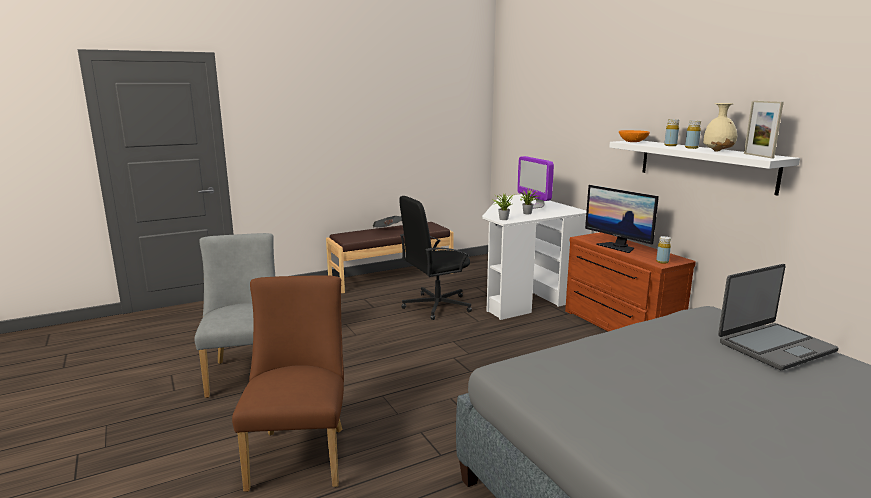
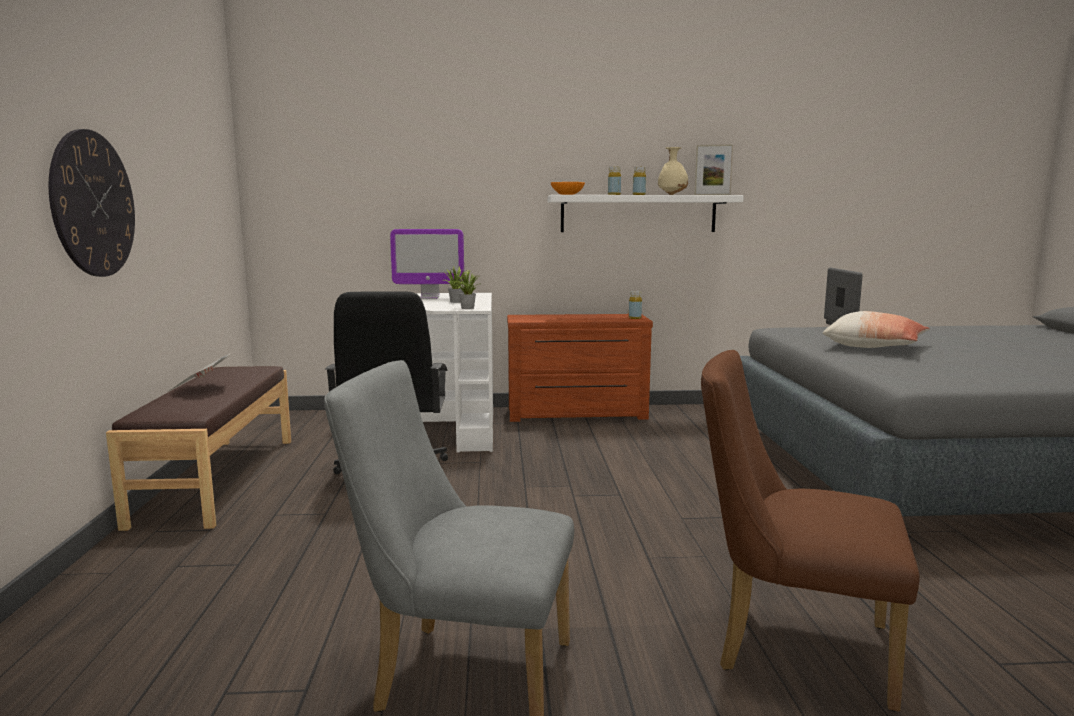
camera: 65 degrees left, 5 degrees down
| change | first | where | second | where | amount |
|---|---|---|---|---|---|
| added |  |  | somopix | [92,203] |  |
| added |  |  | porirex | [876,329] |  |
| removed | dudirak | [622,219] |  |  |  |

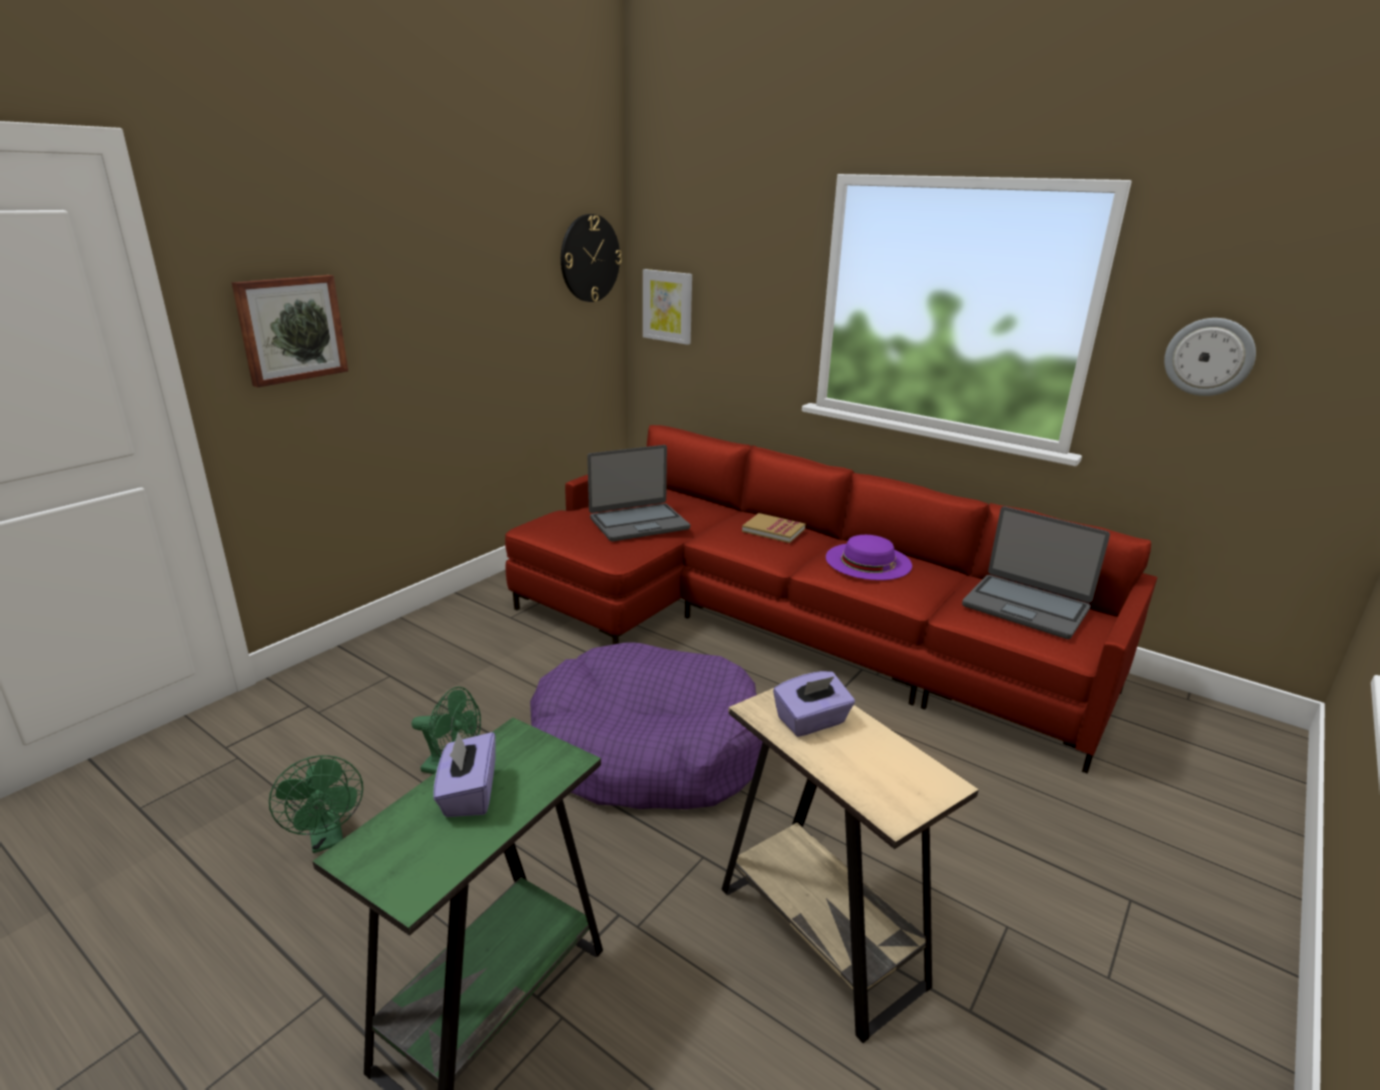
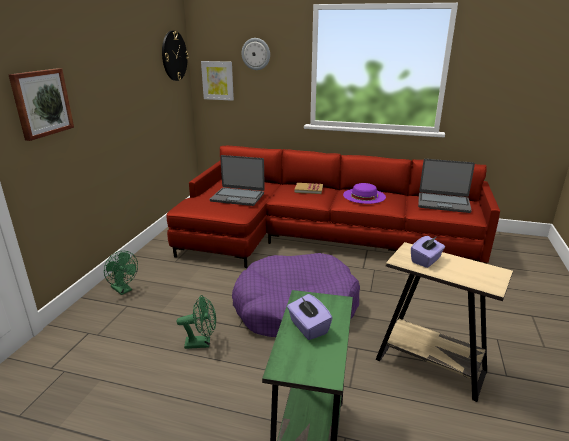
camera: 20 degrees left, 0 degrees up
| change | first | where | second | where | amount |
|---|---|---|---|---|---|
| moved | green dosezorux | [316,804] |  | [121,273] |  |
| turned | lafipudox | [638,493] |  | [237,180] | 60 degrees clockwise |
| moved | somopix | [1210,357] |  | [256,54] |  |

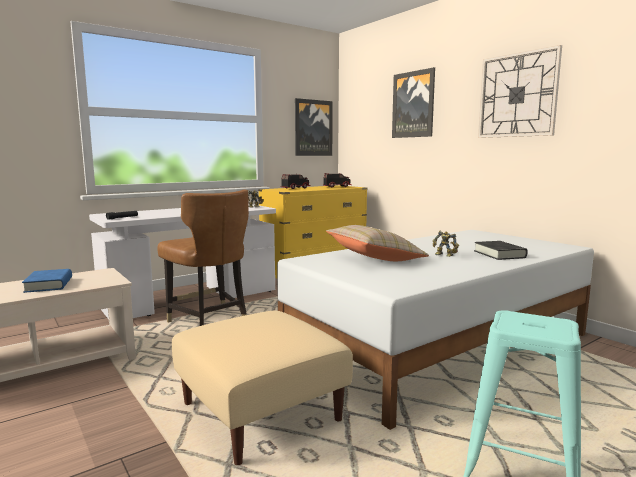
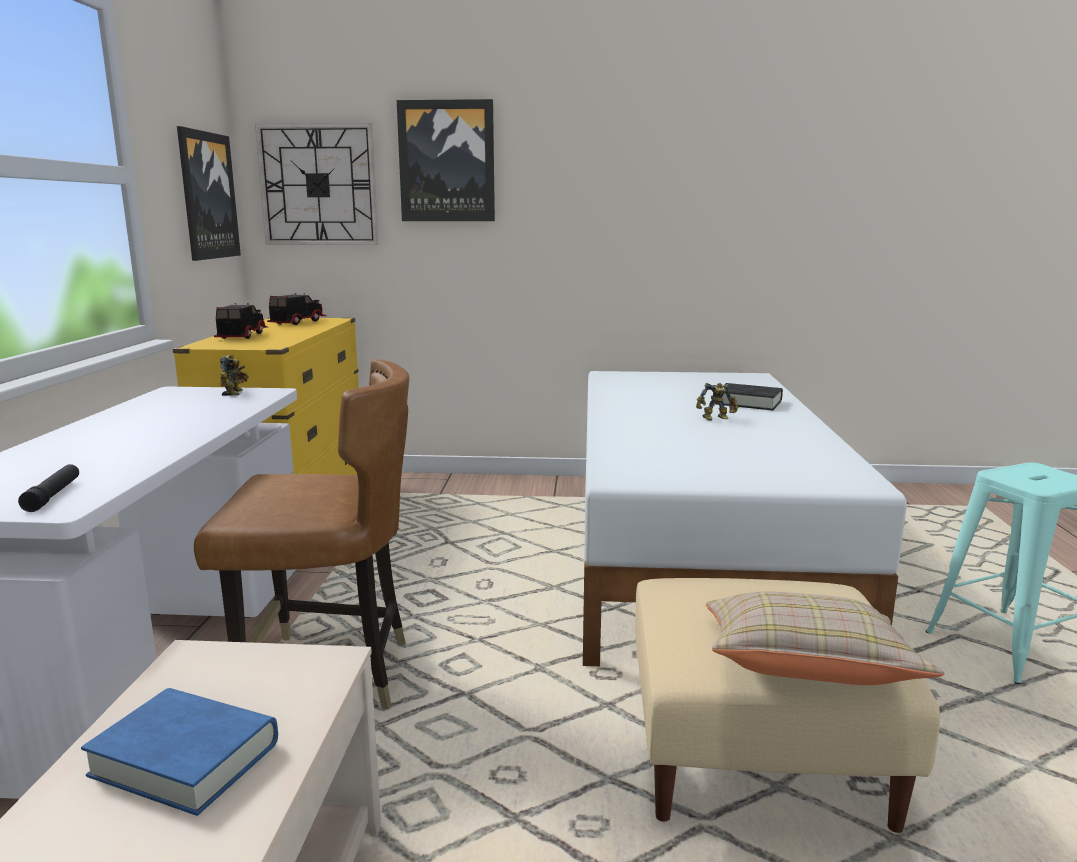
camera: 50 degrees left, 5 degrees up
| change | first | where | second | where | amount |
|---|---|---|---|---|---|
| moved | somopix | [520,91] |  | [317,184] |  |
| moved | beige porirex | [377,243] |  | [824,638] |  |

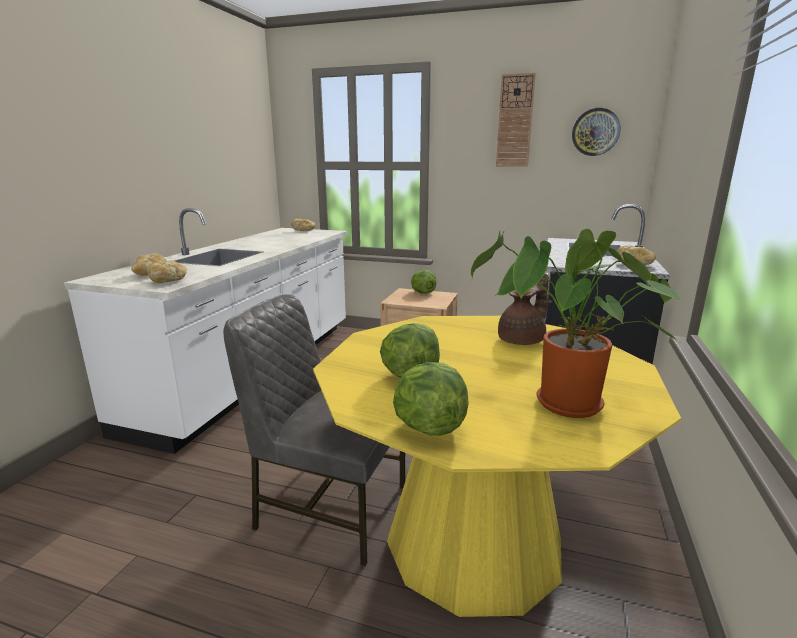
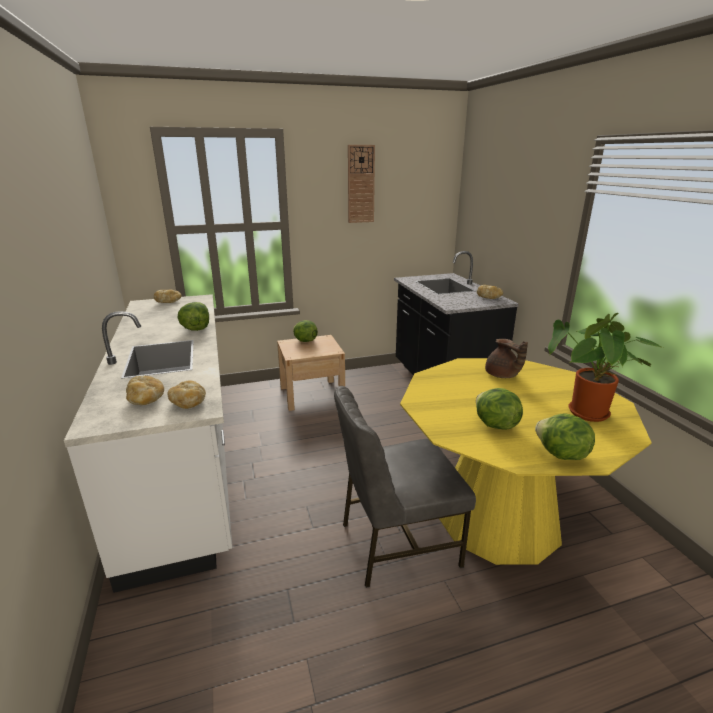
camera: 35 degrees left, 5 degrees up
| change | first | where | second | where | amount |
|---|---|---|---|---|---|
| added |  |  | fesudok | [193,316] |  |
| turned | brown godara | [523,309] |  | [506,358] | 135 degrees clockwise |
| removed | somopix | [596,132] |  |  |  |

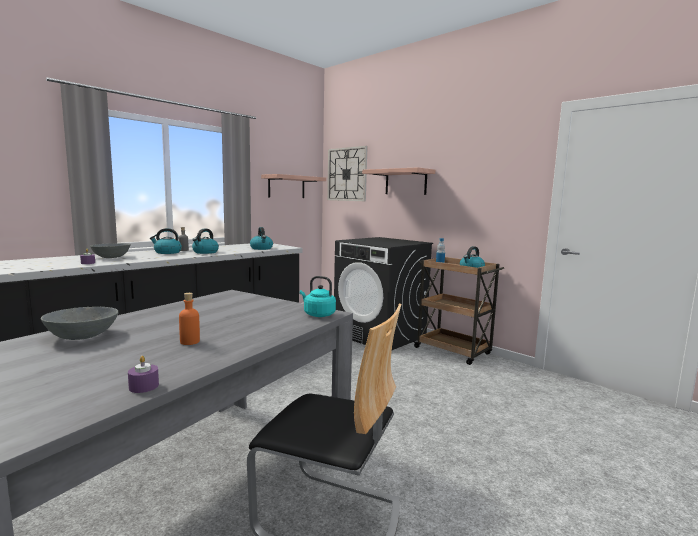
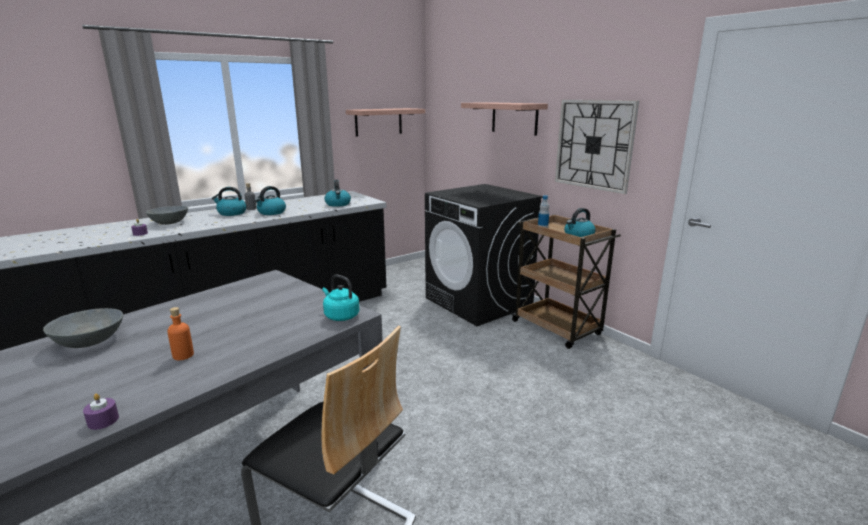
camera: 10 degrees right, 10 degrees up
| change | first | where | second | where | amount |
|---|---|---|---|---|---|
| moved | somopix | [347,173] |  | [597,147] |  |

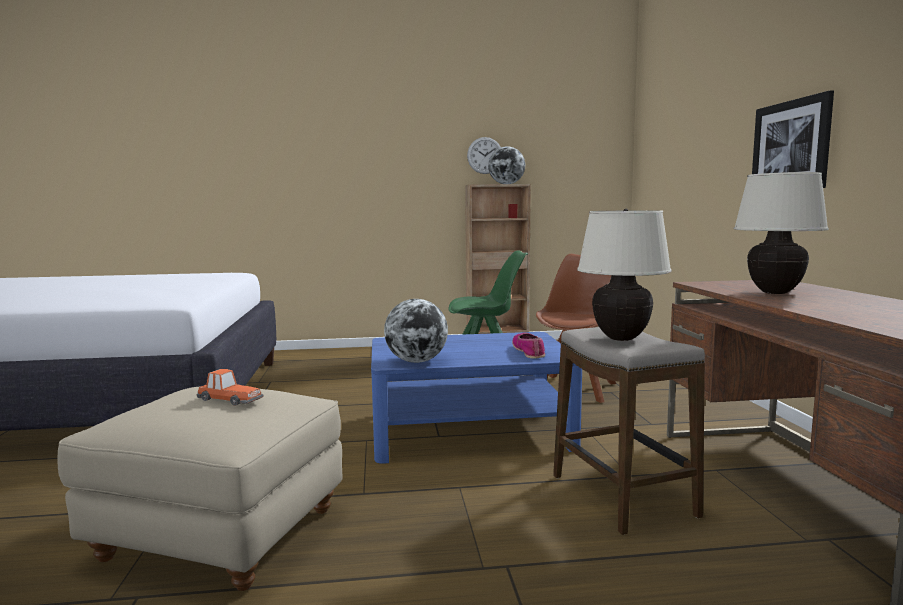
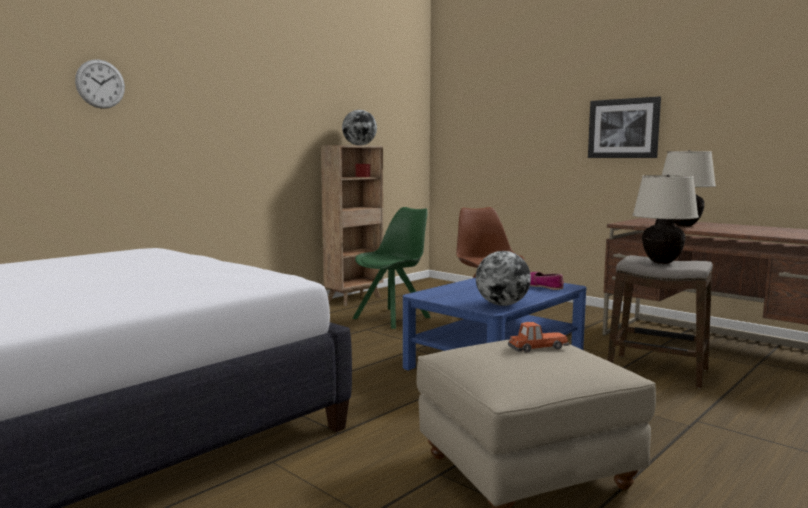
camera: 40 degrees left, 0 degrees up
| change | first | where | second | where | amount |
|---|---|---|---|---|---|
| moved | somopix | [484,155] |  | [100,84] |  |

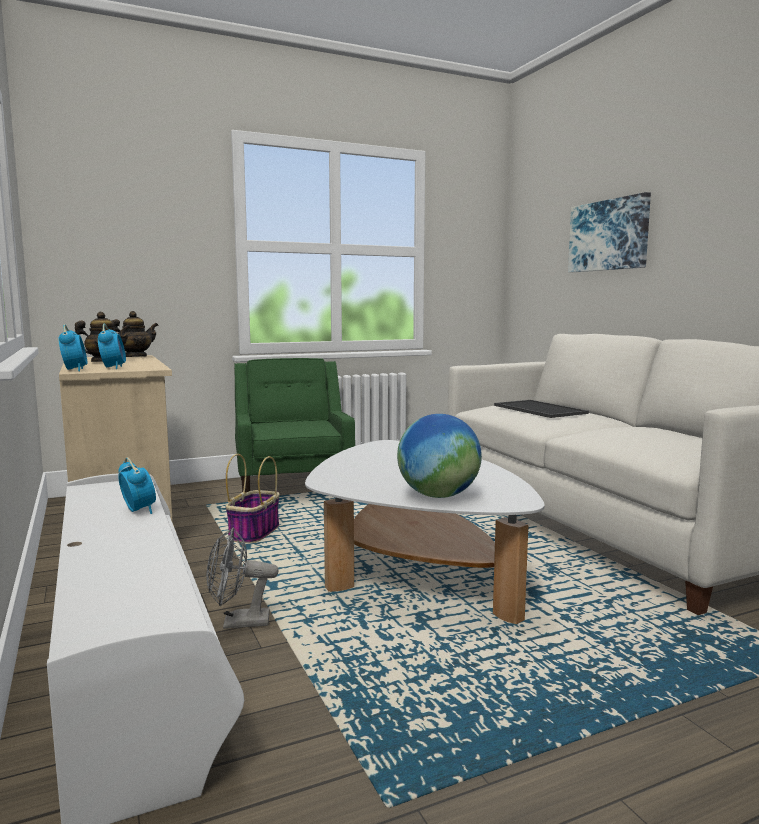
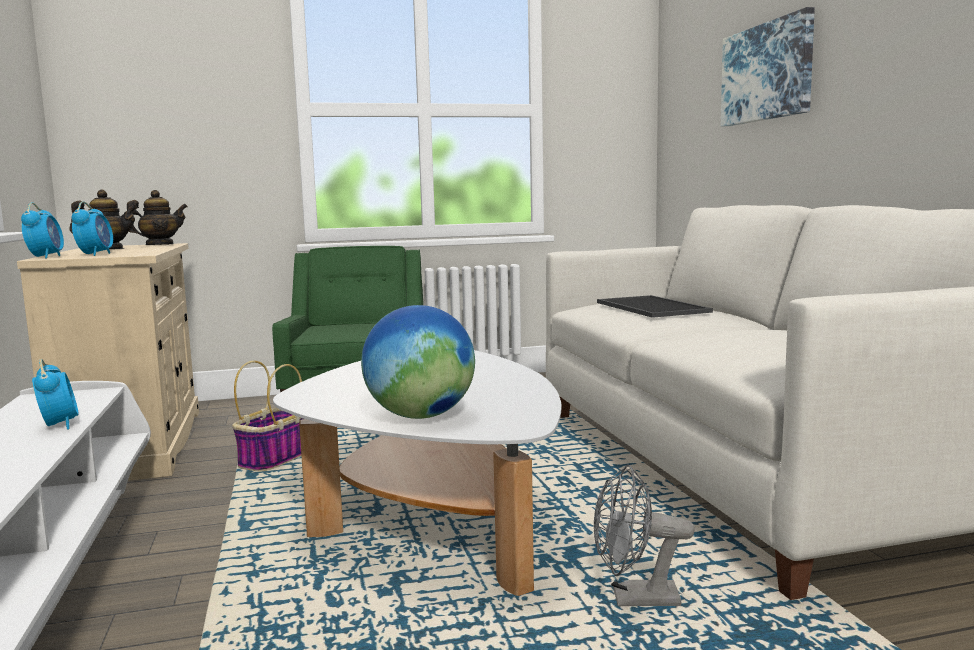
camera: 10 degrees right, 0 degrees up
| change | first | where | second | where | amount |
|---|---|---|---|---|---|
| moved | grey dosezorux | [242,578] |  | [644,535] |  |

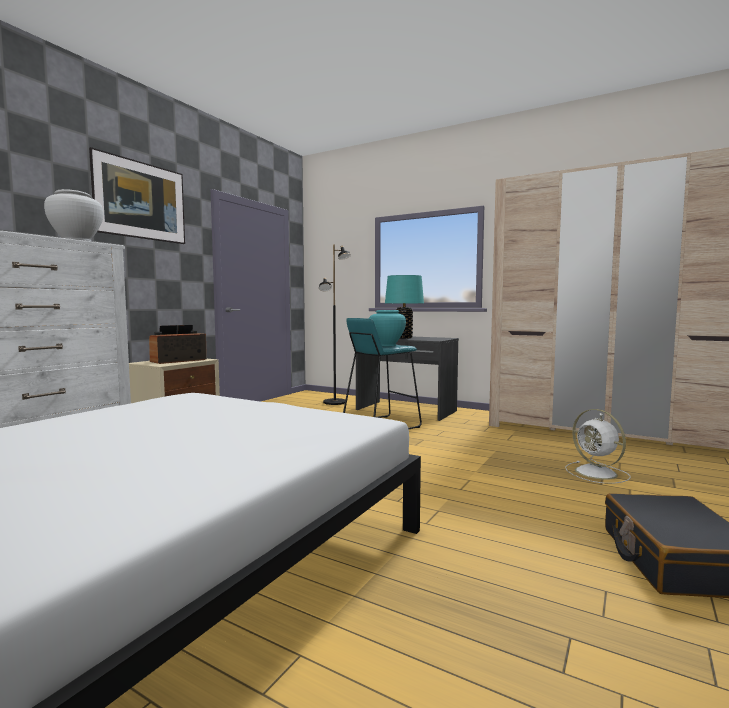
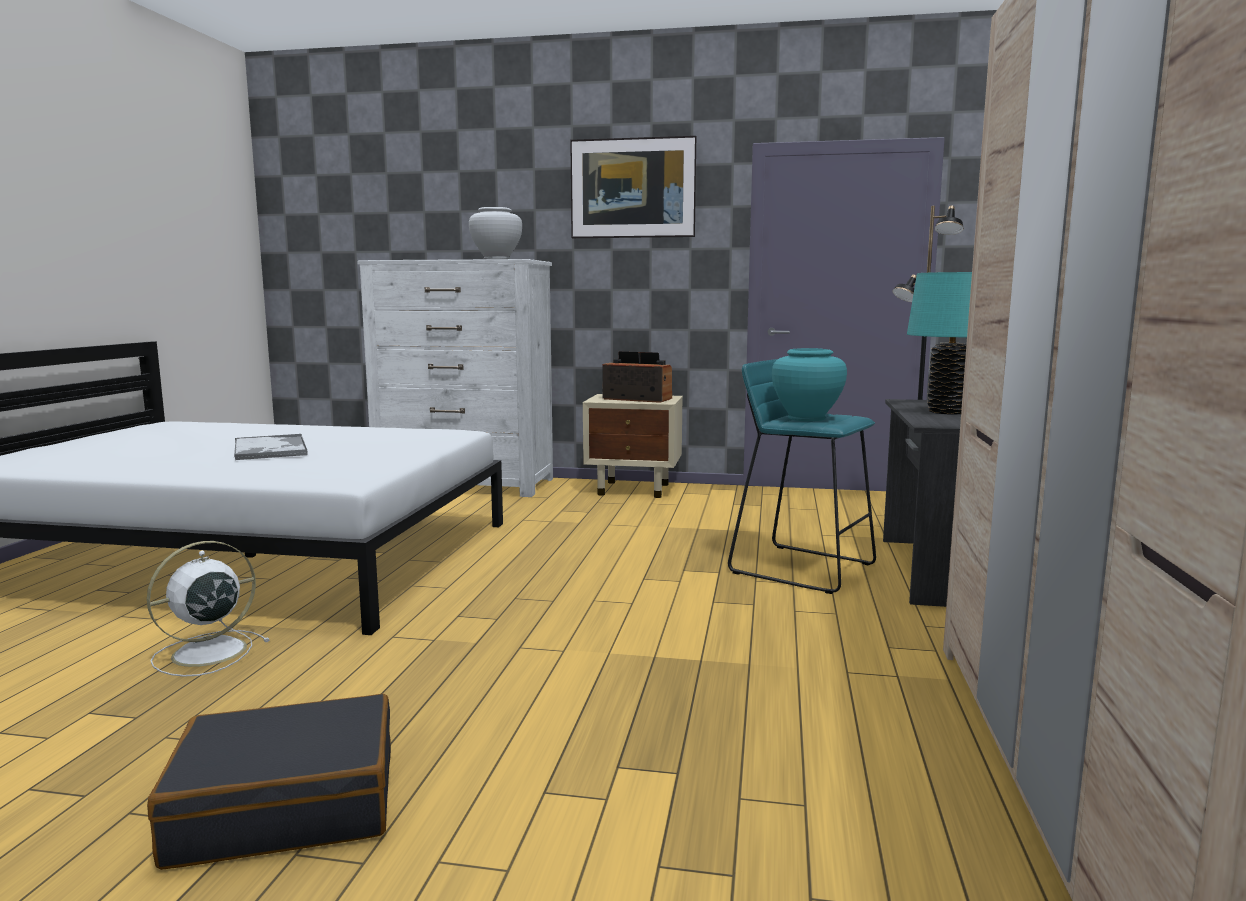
camera: 70 degrees right, 5 degrees up
| change | first | where | second | where | amount |
|---|---|---|---|---|---|
| moved | white dosezorux | [598,446] |  | [208,609] |  |
| added |  |  | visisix | [271,447] |  |

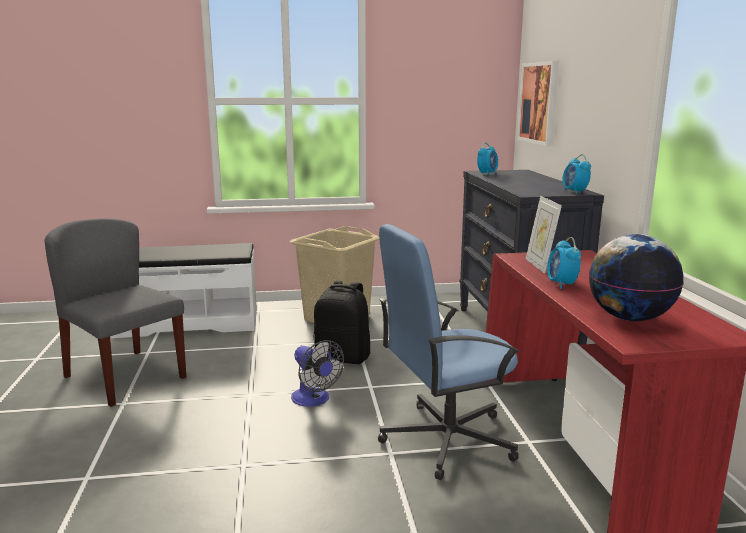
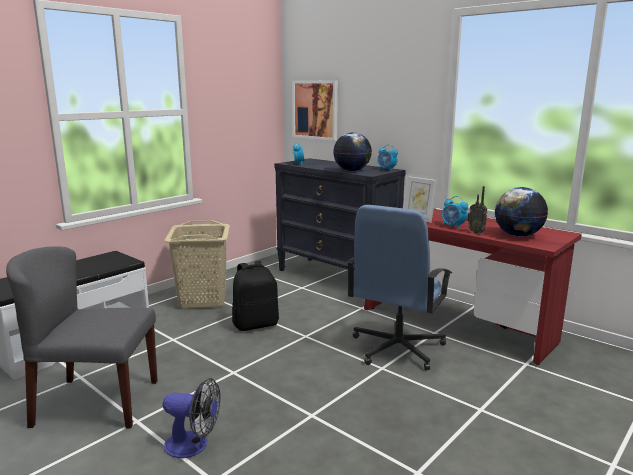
camera: 40 degrees left, 0 degrees up
| change | first | where | second | where | amount |
|---|---|---|---|---|---|
| moved | dosezorux | [317,373] |  | [191,418] |  |
| added |  |  | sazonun | [352,151] |  |
| added |  |  | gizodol | [477,210] |  |

